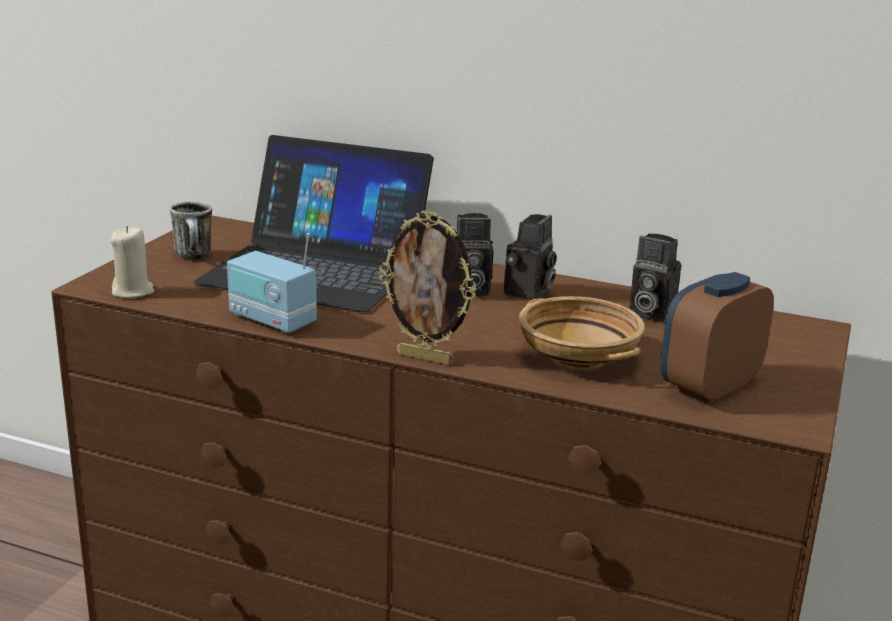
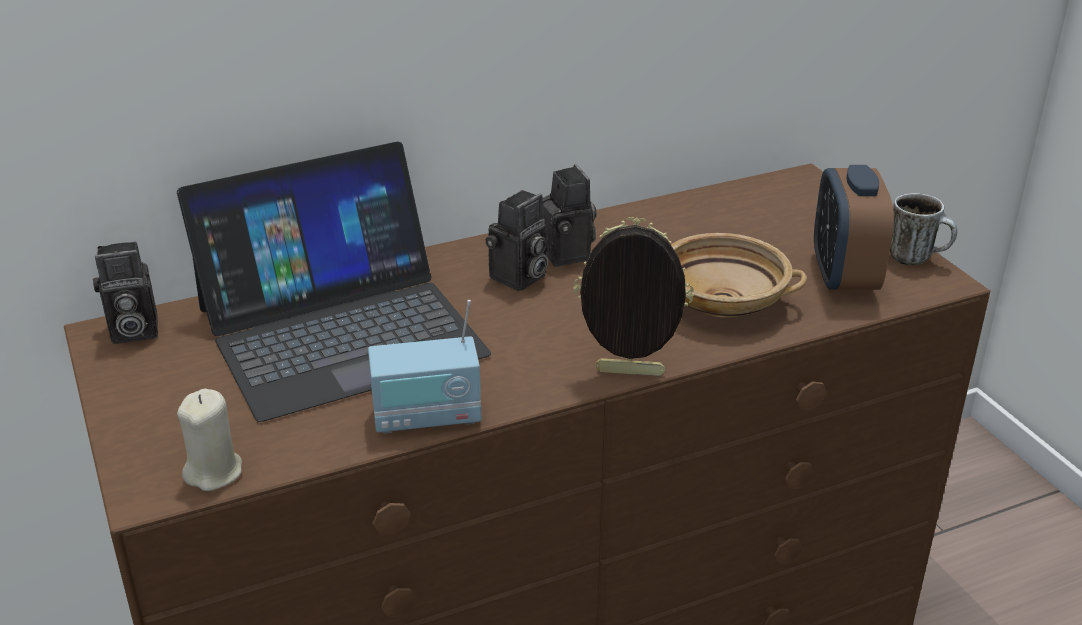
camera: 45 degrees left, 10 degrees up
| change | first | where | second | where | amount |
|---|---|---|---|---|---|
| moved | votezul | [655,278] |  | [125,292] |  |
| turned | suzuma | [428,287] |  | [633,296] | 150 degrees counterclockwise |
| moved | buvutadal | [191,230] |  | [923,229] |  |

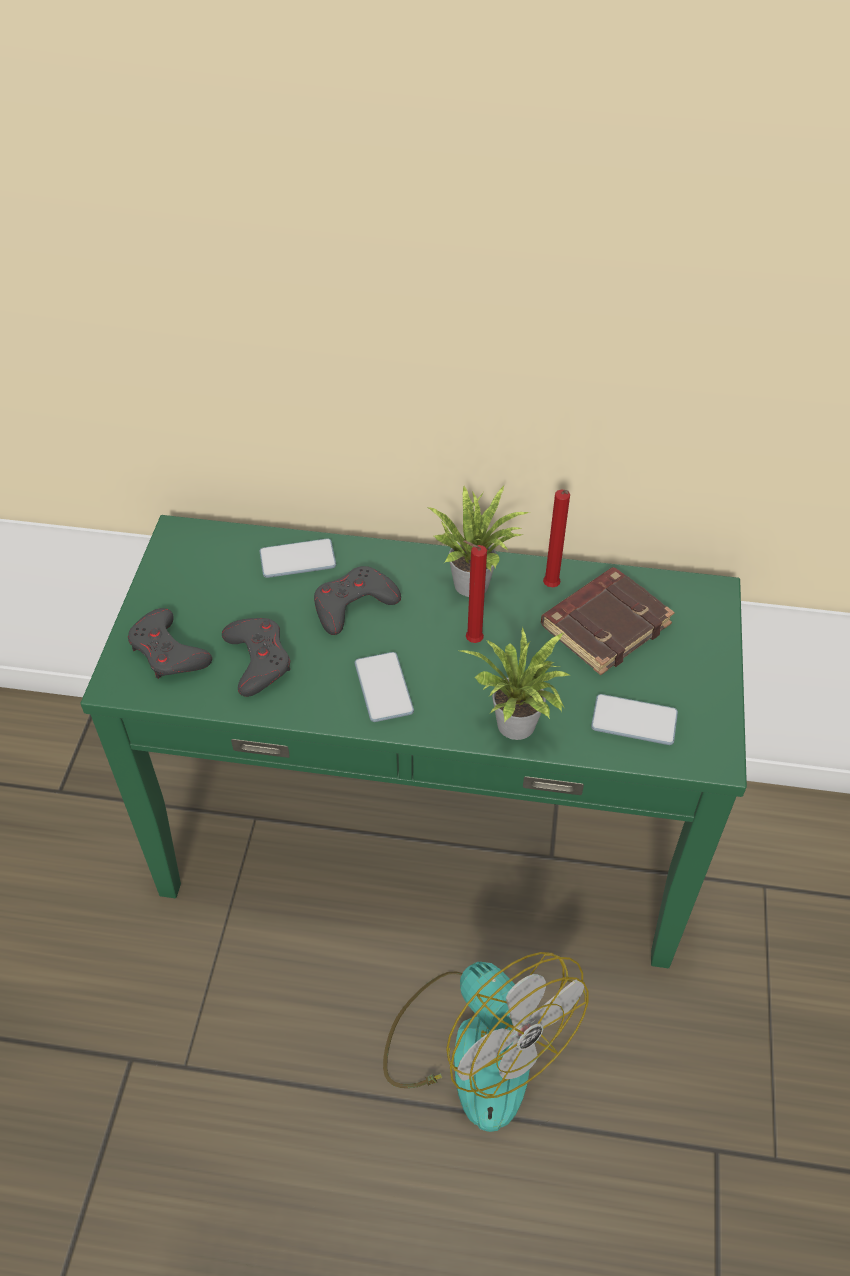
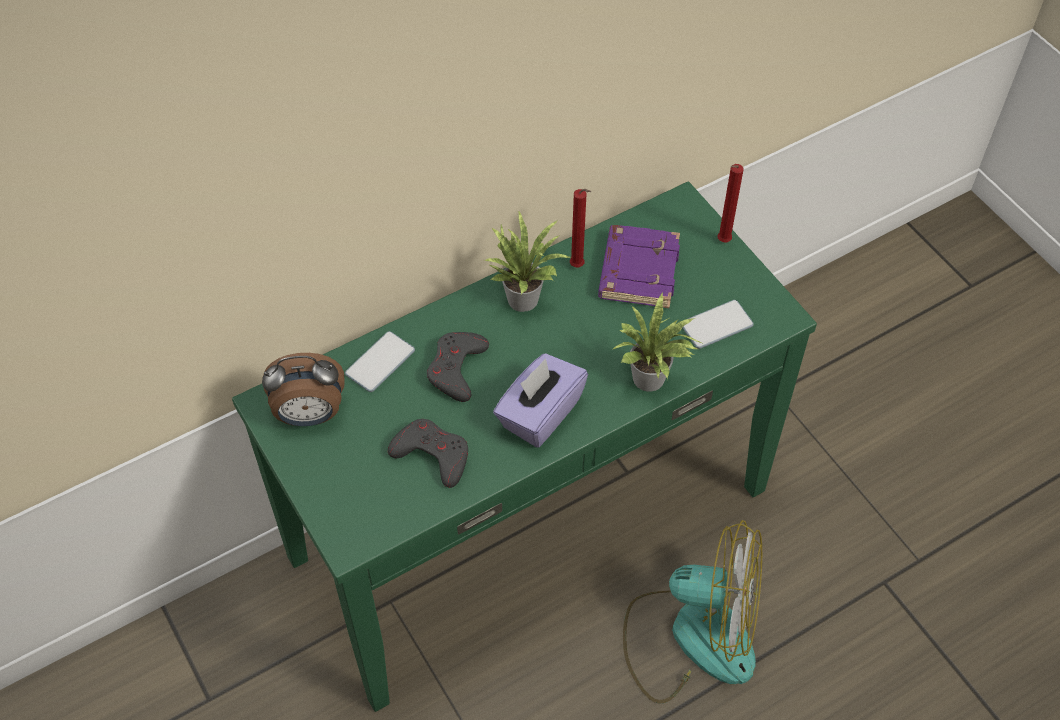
camera: 40 degrees left, 5 degrees up
| change | first | where | second | where | amount |
|---|---|---|---|---|---|
| added |  |  | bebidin | [303,389] |  |
| replaced | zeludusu | [384,687] | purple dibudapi | [540,400] |  |
| recoloured | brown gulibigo | [608,621] | purple gulibigo | [639,266] |  |
| moved | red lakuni | [475,592] |  | [730,203] |  |
| removed | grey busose | [170,643] |  |  |  |

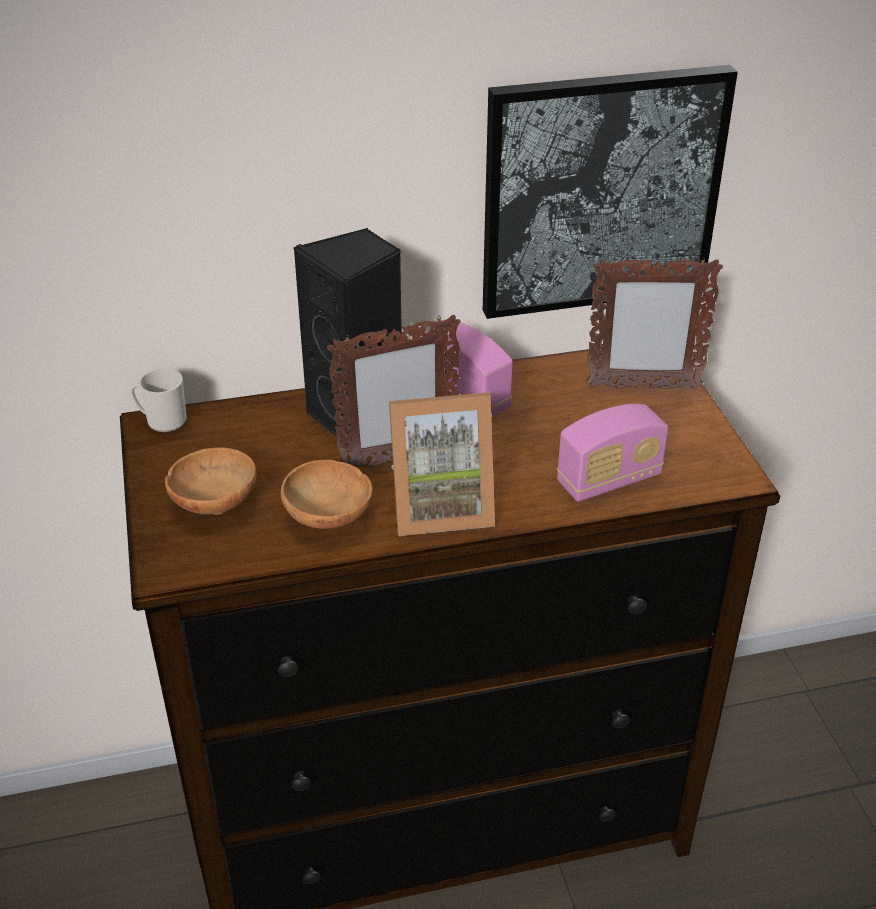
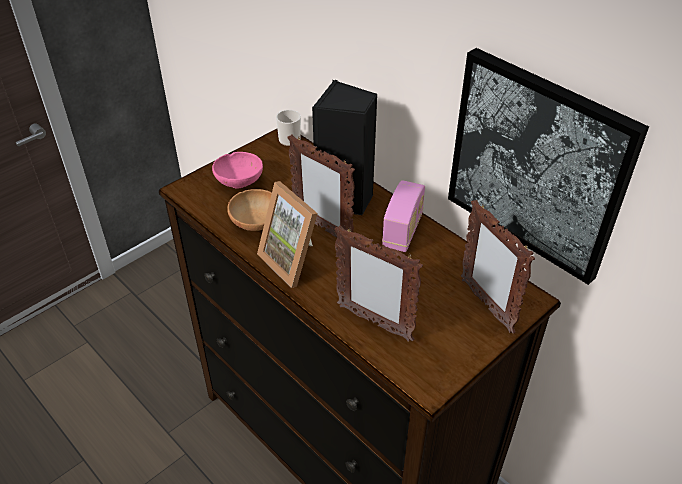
camera: 60 degrees right, 5 degrees up
| change | first | where | second | where | amount |
|---|---|---|---|---|---|
| recoloured | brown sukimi | [211,481] | pink sukimi | [237,170] |  |
| replaced | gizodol | [612,453] | suzuma | [378,284] |  |

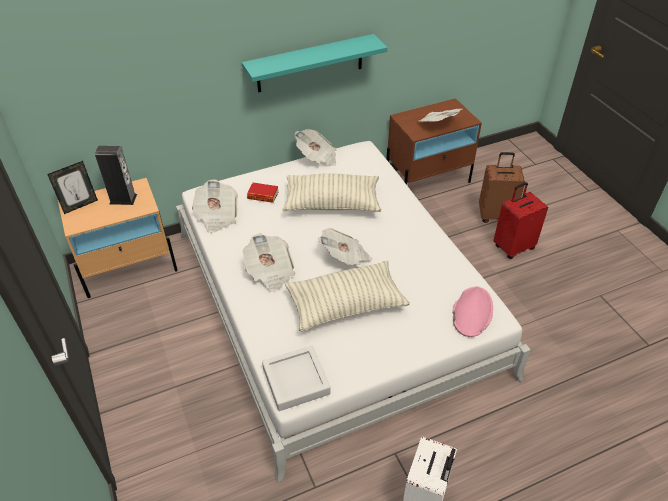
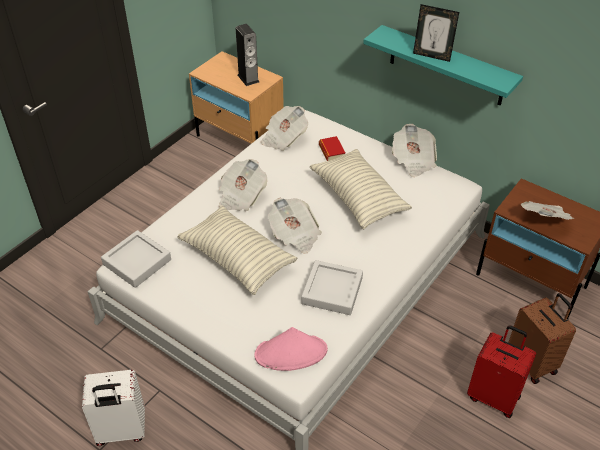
camera: 60 degrees right, 0 degrees up
| change | first | where | second | where | amount |
|---|---|---|---|---|---|
| added |  |  | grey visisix | [332,287] |  |
| moved | suzuma | [72,187] |  | [436,33] |  |

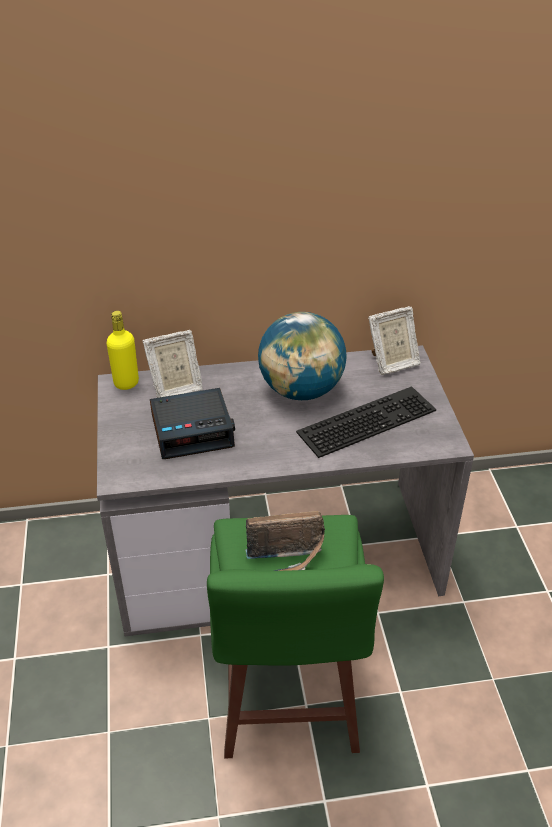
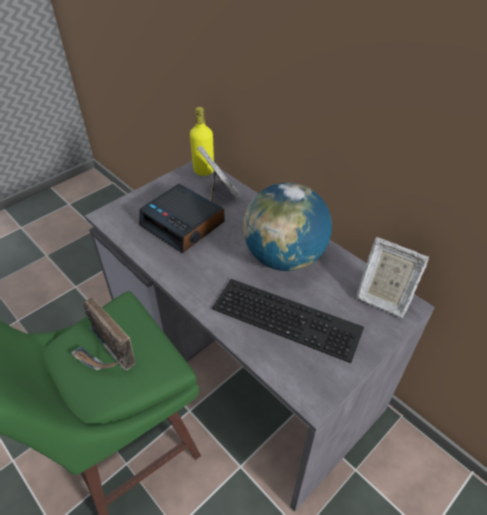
camera: 55 degrees right, 5 degrees up
| change | first | where | second | where | amount |
|---|---|---|---|---|---|
| turned | suzuma | [173,364] |  | [219,174] | 150 degrees counterclockwise |

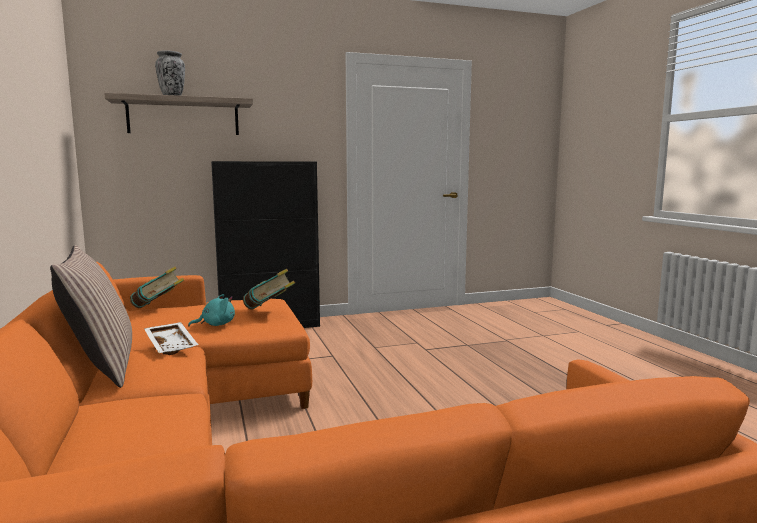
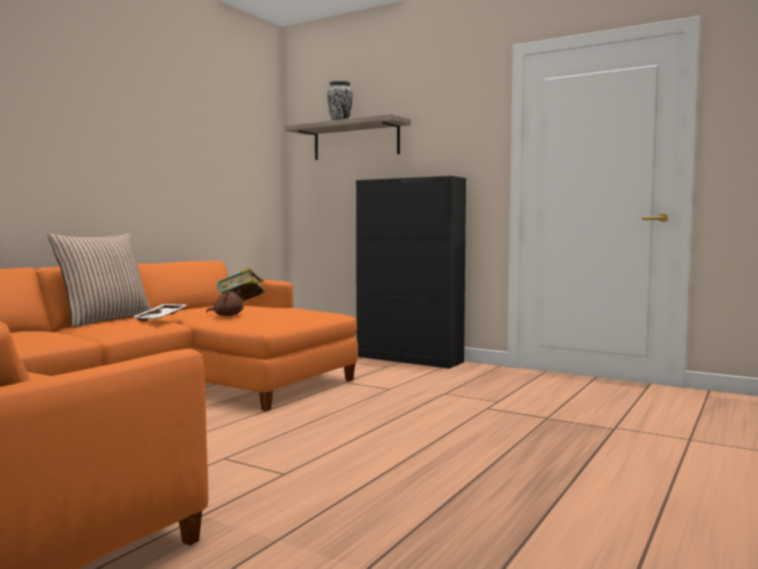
camera: 50 degrees right, 5 degrees down
| change | first | where | second | where | amount |
|---|---|---|---|---|---|
| recoloured | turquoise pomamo | [211,310] | brown pomamo | [225,303] |  |
| removed | gulibigo | [269,289] |  |  |  |

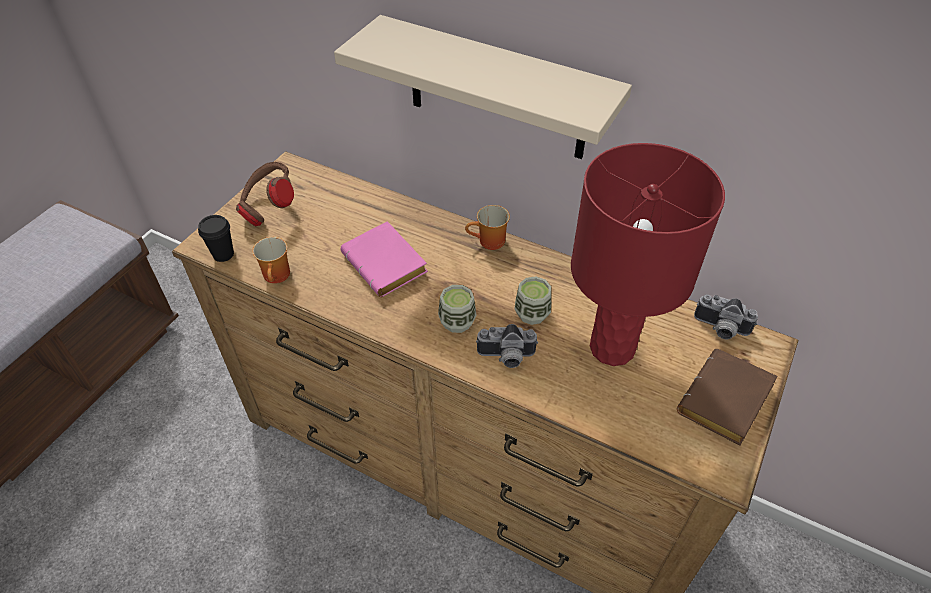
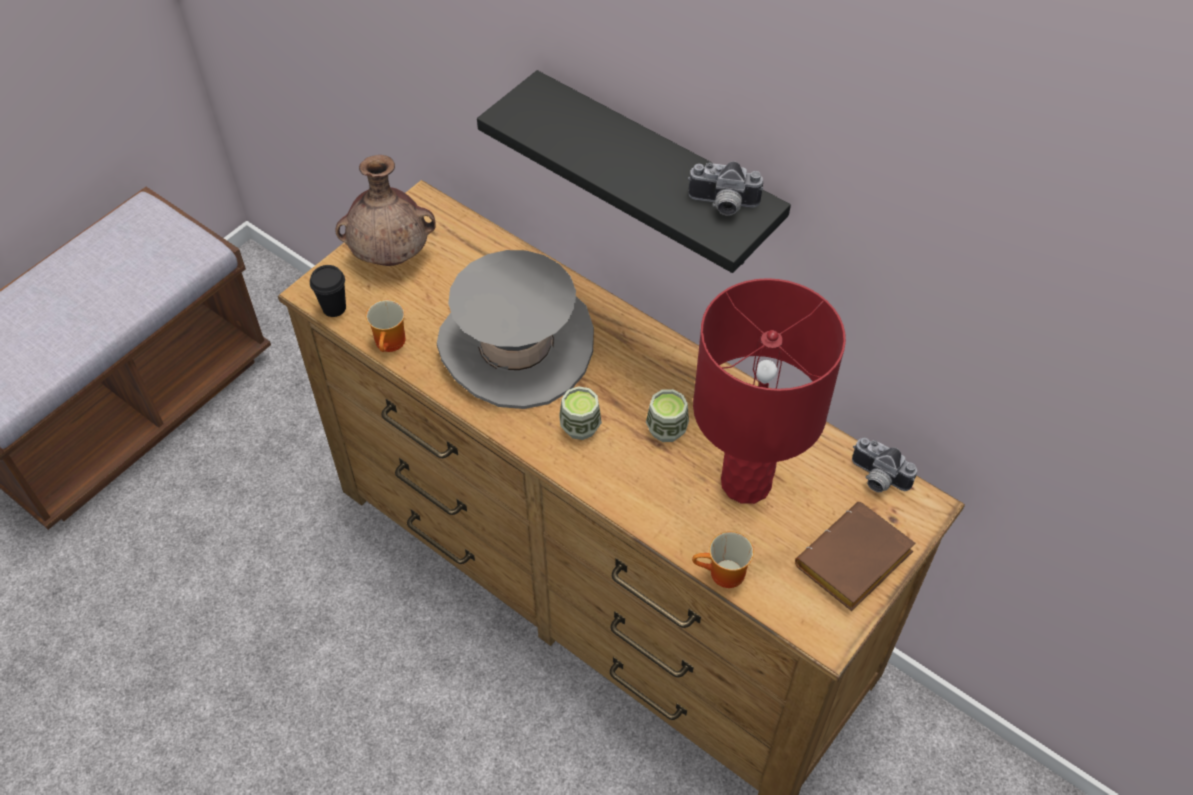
camera: 10 degrees right, 5 degrees up
| change | first | where | second | where | amount |
|---|---|---|---|---|---|
| replaced | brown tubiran | [265,194] | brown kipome | [385,210] |  |
| replaced | pink gulibigo | [384,259] | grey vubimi | [515,329] |  |
| recoloured | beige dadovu | [483,87] | black dadovu | [634,171] |  |
| moved | votezul | [507,346] |  | [726,189] |  |
| moved | buvutadal | [487,227] |  | [723,559] |  |

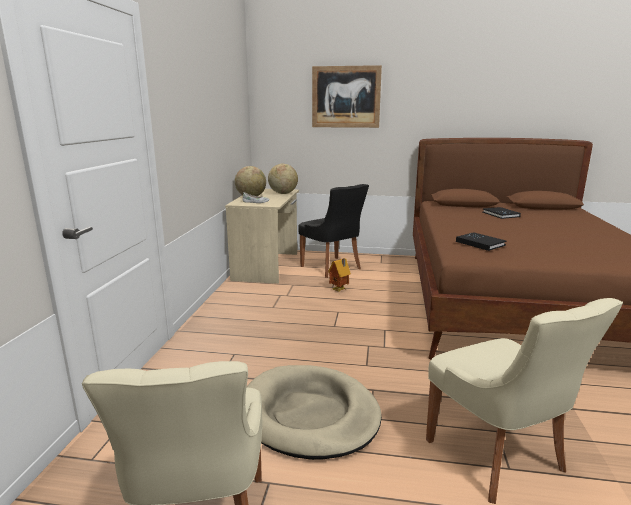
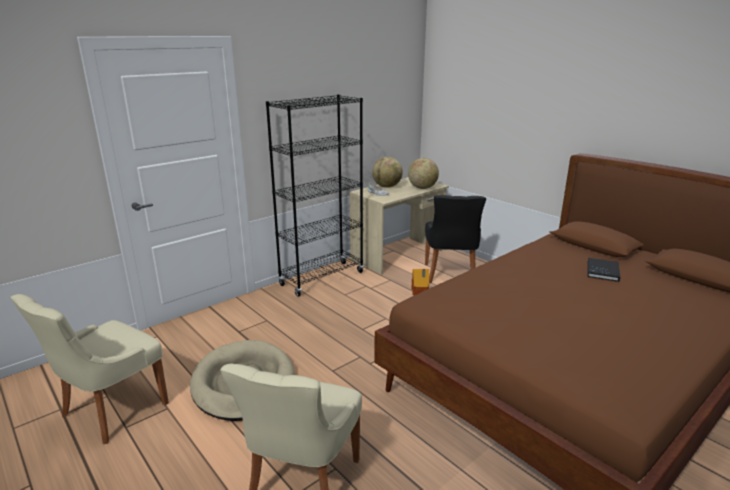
camera: 40 degrees right, 5 degrees up
| change | first | where | second | where | amount |
|---|---|---|---|---|---|
| added |  |  | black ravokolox | [315,195] |  |
| removed | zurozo | [347,96] |  |  |  |
| removed | black gulibigo | [481,241] |  |  |  |

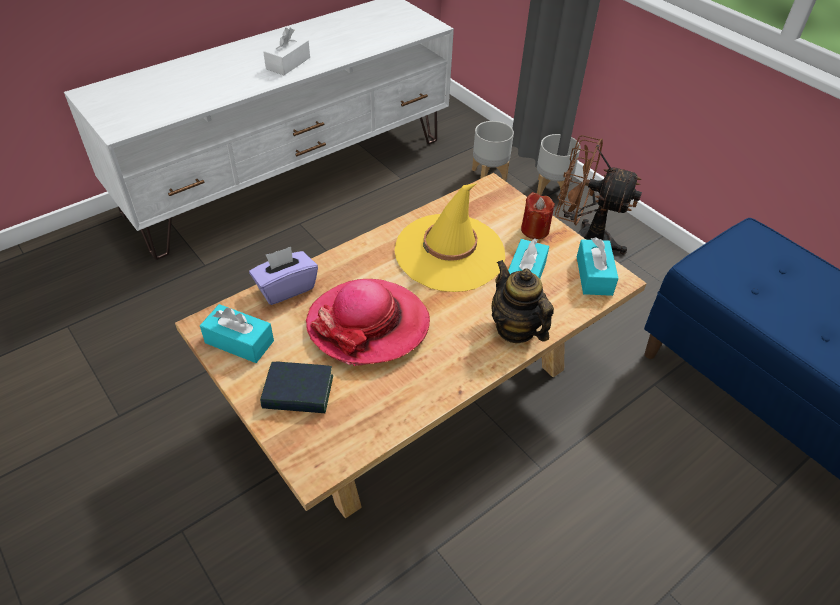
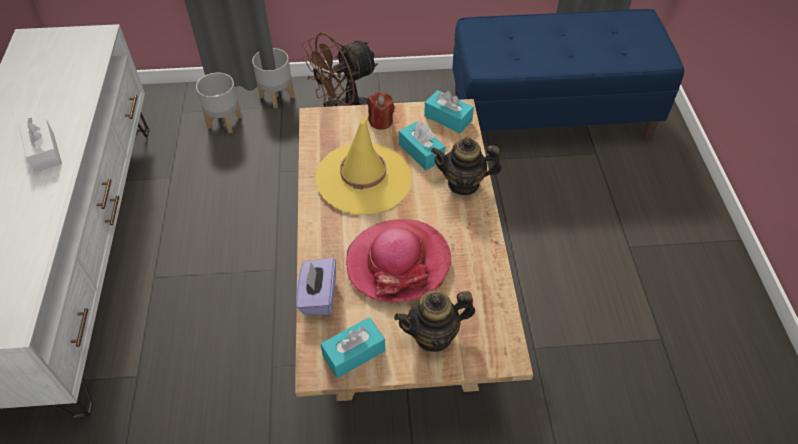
camera: 55 degrees left, 5 degrees up
| change | first | where | second | where | amount |
|---|---|---|---|---|---|
| replaced | gulibigo | [296,387] | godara | [434,321] |  |

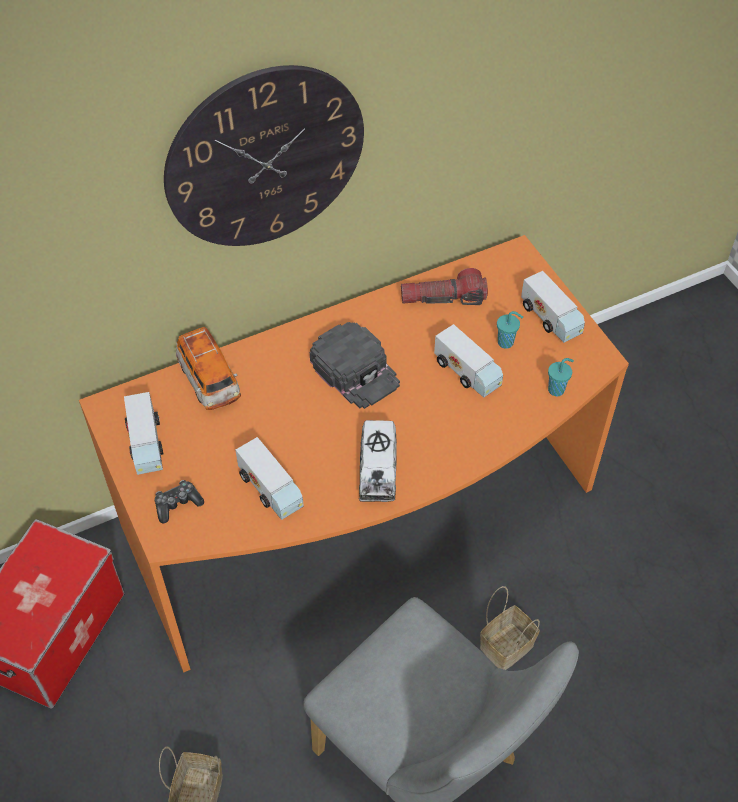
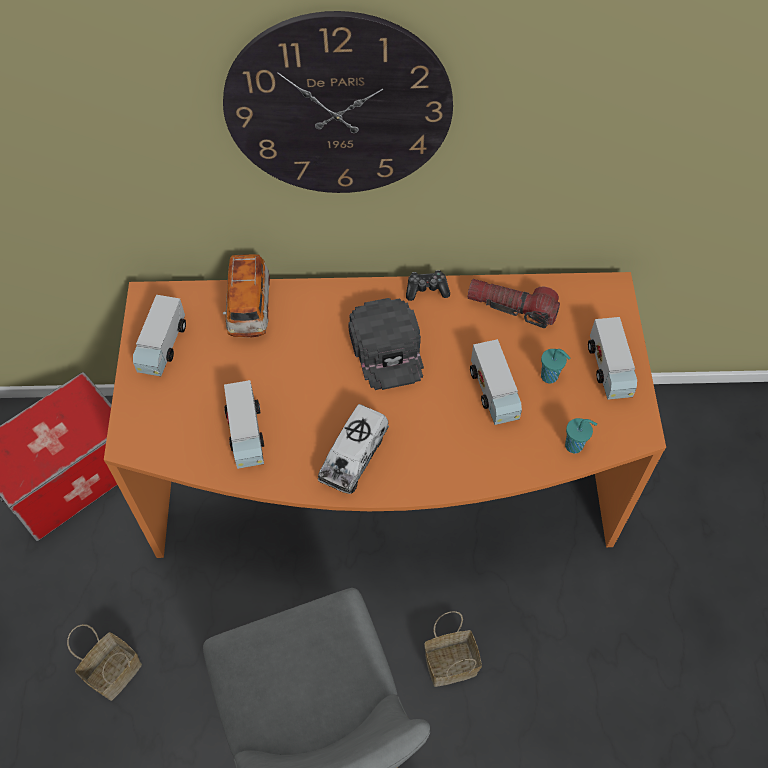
camera: 25 degrees right, 5 degrees up
| change | first | where | second | where | amount |
|---|---|---|---|---|---|
| moved | busose | [179,502] |  | [428,285] |  |

